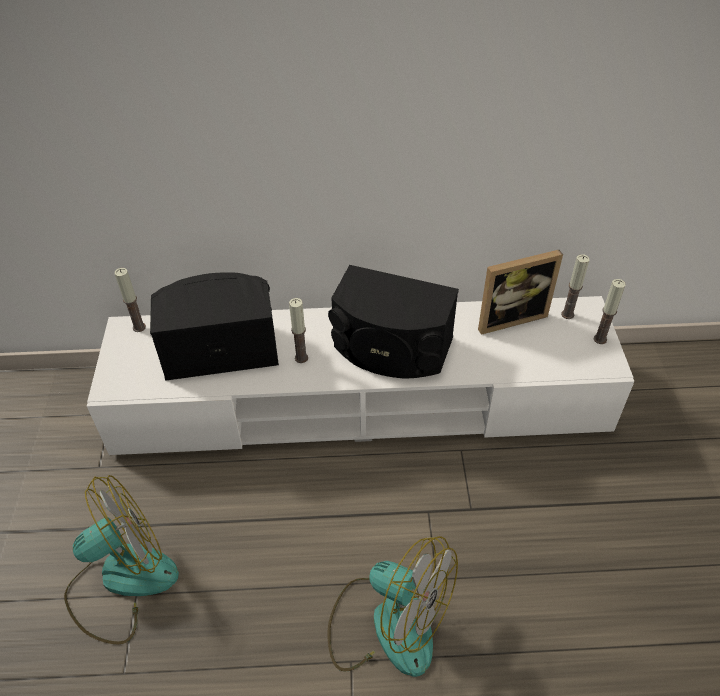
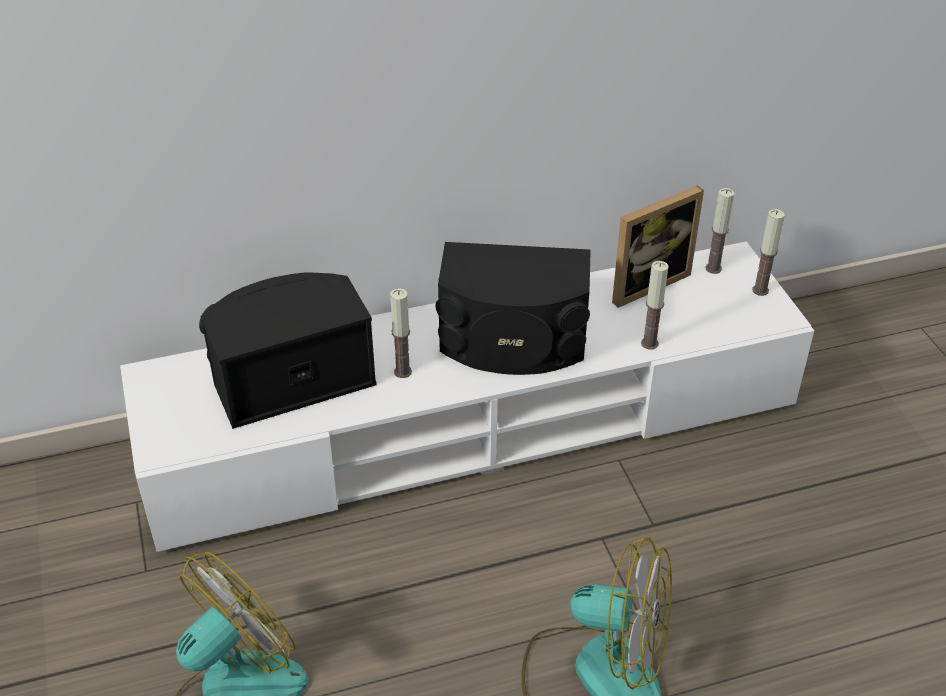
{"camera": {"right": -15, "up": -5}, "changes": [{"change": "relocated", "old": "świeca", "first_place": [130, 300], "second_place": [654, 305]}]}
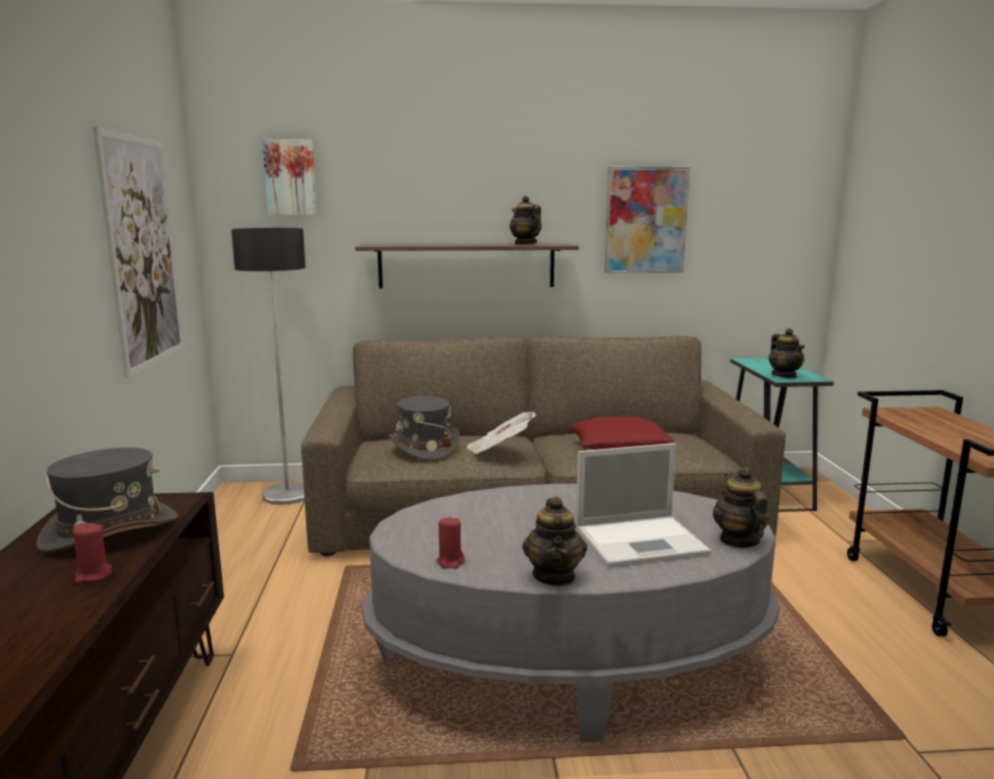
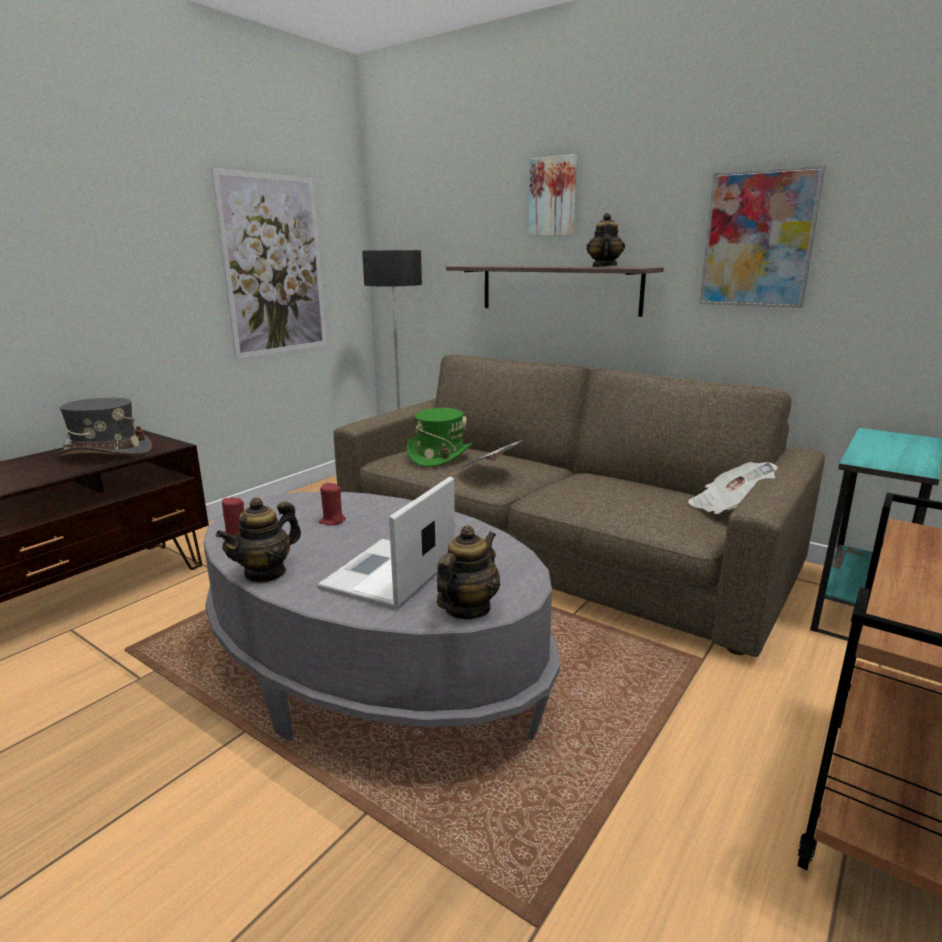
{"camera": {"right": 40, "up": 5}, "changes": [{"change": "spun", "old": "laptop", "first_place": [643, 505], "second_place": [386, 543], "degrees": 90}, {"change": "relocated", "old": "świeca [czerwony]", "first_place": [92, 553], "second_place": [332, 504]}, {"change": "colour", "old": "kapelusz [szary]", "new": "kapelusz [zielony]", "first_place": [424, 428], "second_place": [440, 437]}, {"change": "relocated", "old": "obraz", "first_place": [289, 177], "second_place": [553, 195]}, {"change": "appeared", "new": "gazeta", "second_place": [733, 488]}, {"change": "missing", "old": "poduszka [czerwony]", "first_place": [622, 433]}, {"change": "missing", "old": "imbryk", "first_place": [787, 353]}]}
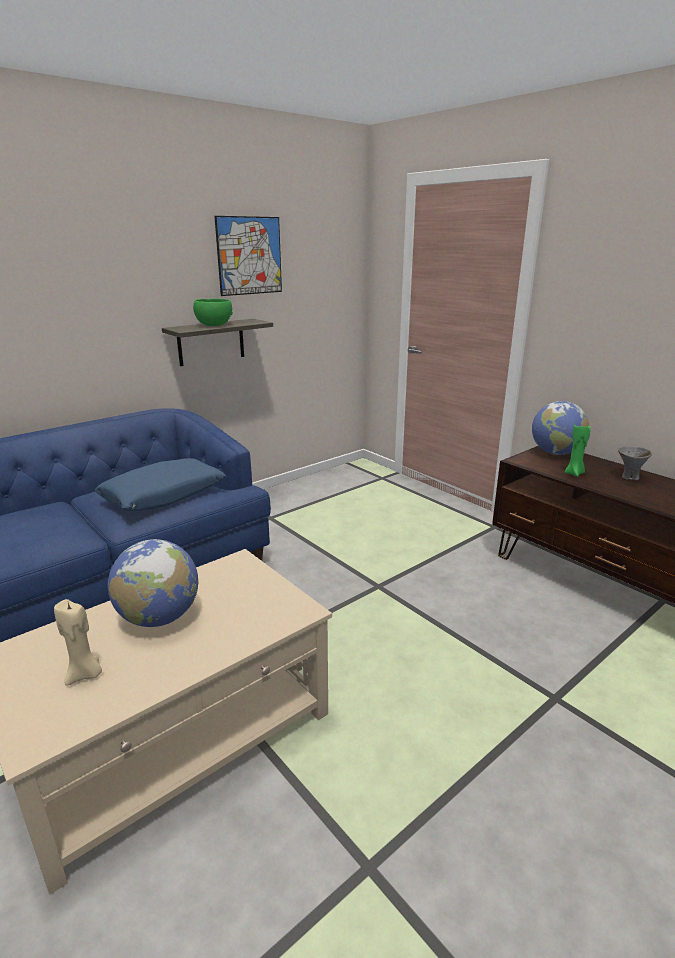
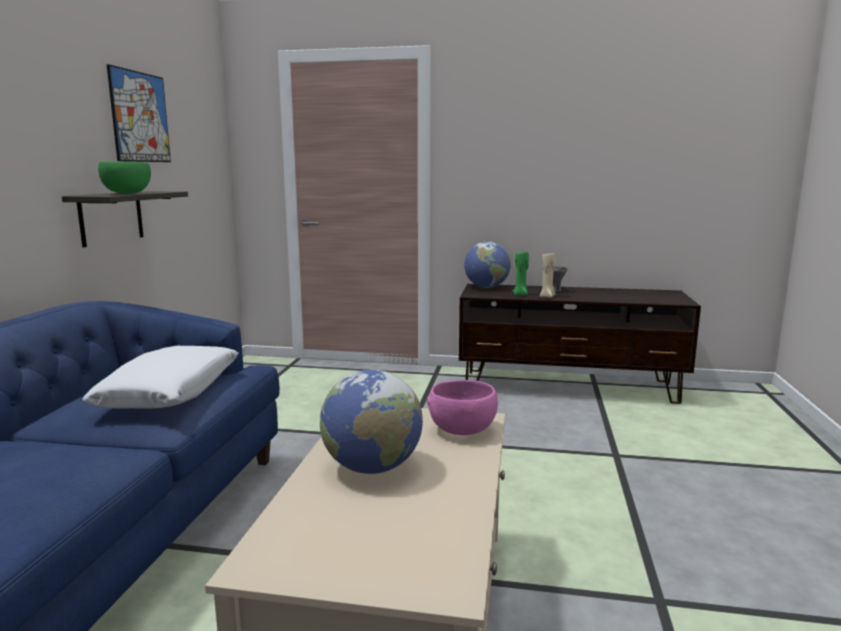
{"camera": {"right": -40, "up": -10}, "changes": [{"change": "colour", "old": "poduszka [niebieski]", "new": "poduszka [biały]", "first_place": [160, 484], "second_place": [161, 377]}, {"change": "appeared", "new": "miska [różowy]", "second_place": [462, 407]}, {"change": "relocated", "old": "świeca [beżowy]", "first_place": [78, 642], "second_place": [548, 275]}]}
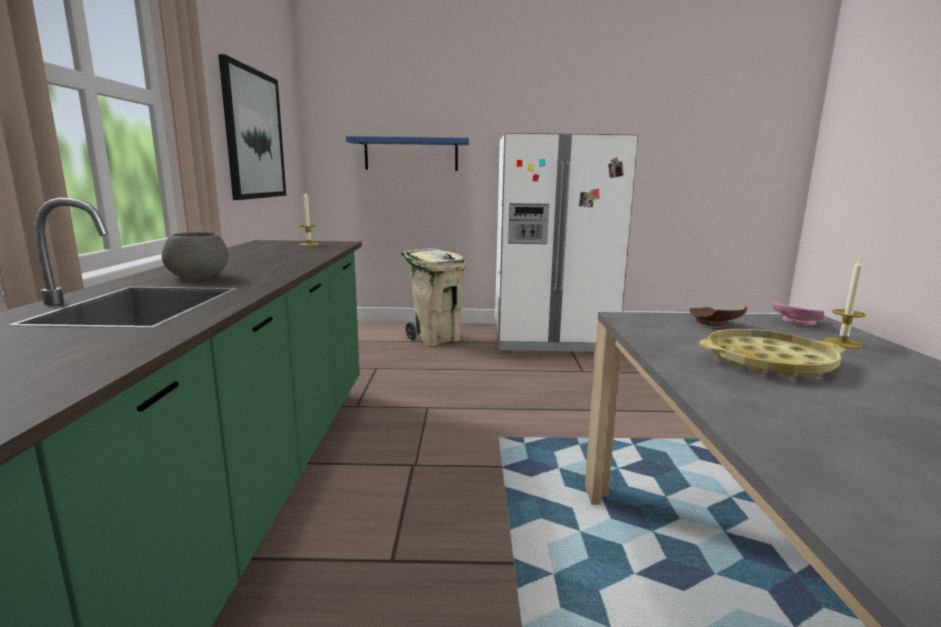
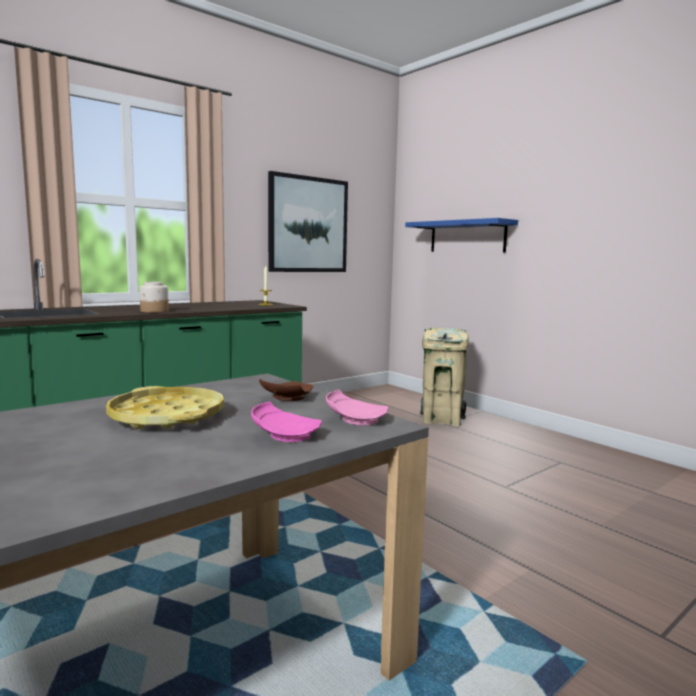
{"camera": {"right": 50, "up": -5}, "changes": [{"change": "appeared", "new": "słoik", "second_place": [154, 297]}, {"change": "exchanged", "old": "świeca", "new": "talerz [różowy]", "first_place": [845, 303], "second_place": [286, 422]}, {"change": "missing", "old": "miska [szary]", "first_place": [195, 255]}, {"change": "missing", "old": "lodówka [biały]", "first_place": [566, 242]}]}
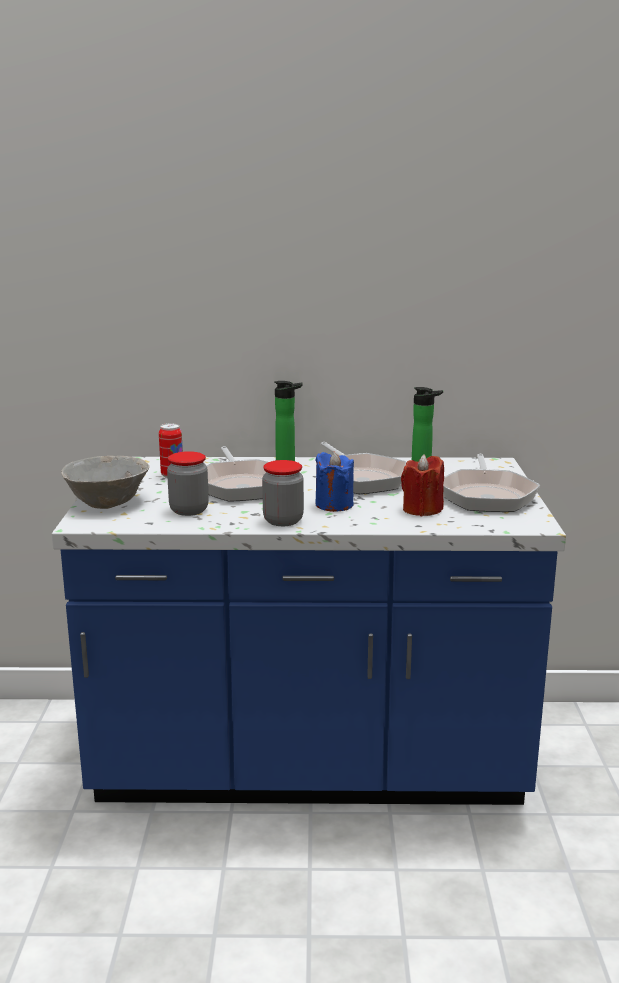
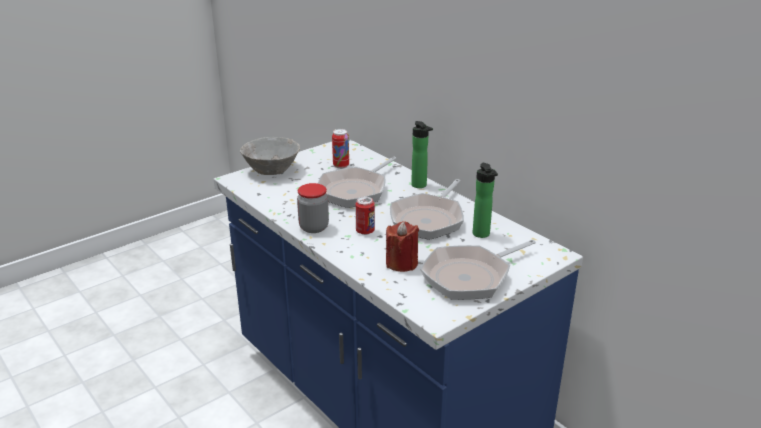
{"camera": {"right": 50, "up": 10}, "changes": [{"change": "exchanged", "old": "świeca [niebieski]", "new": "puszka", "first_place": [334, 481], "second_place": [365, 216]}, {"change": "missing", "old": "słoik", "first_place": [188, 483]}]}
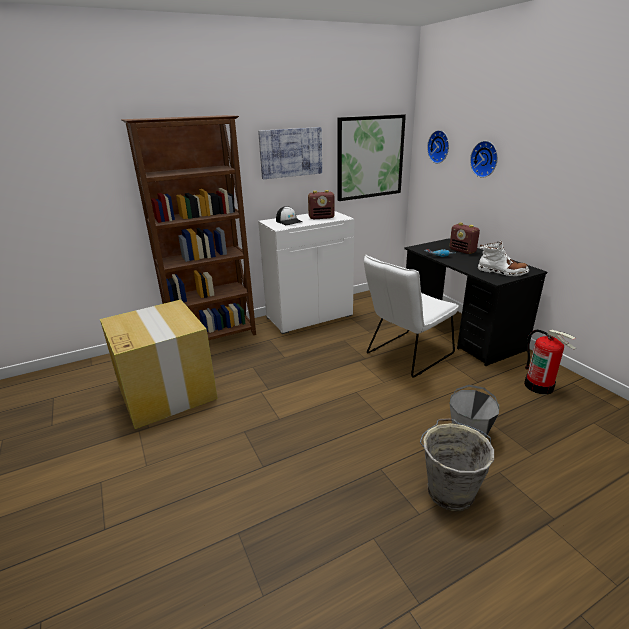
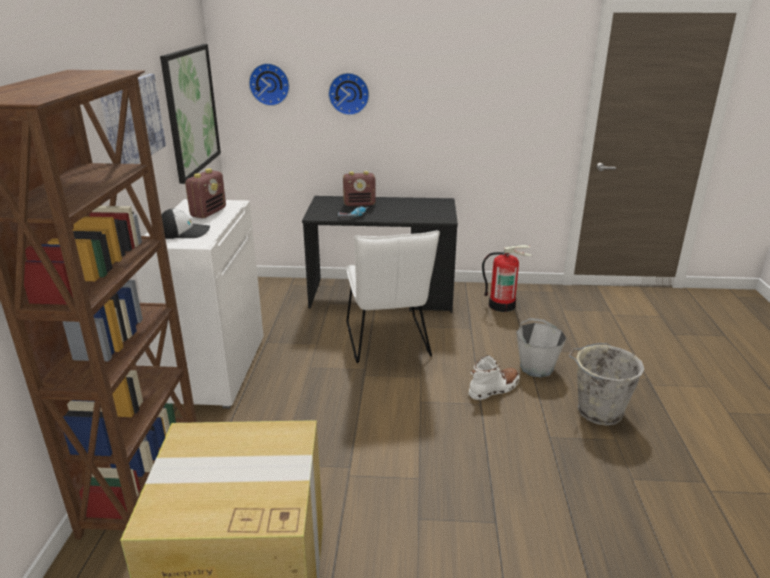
{"camera": {"right": -60, "up": 0}, "changes": [{"change": "relocated", "old": "but z cholewką [biały]", "first_place": [503, 258], "second_place": [494, 378]}]}
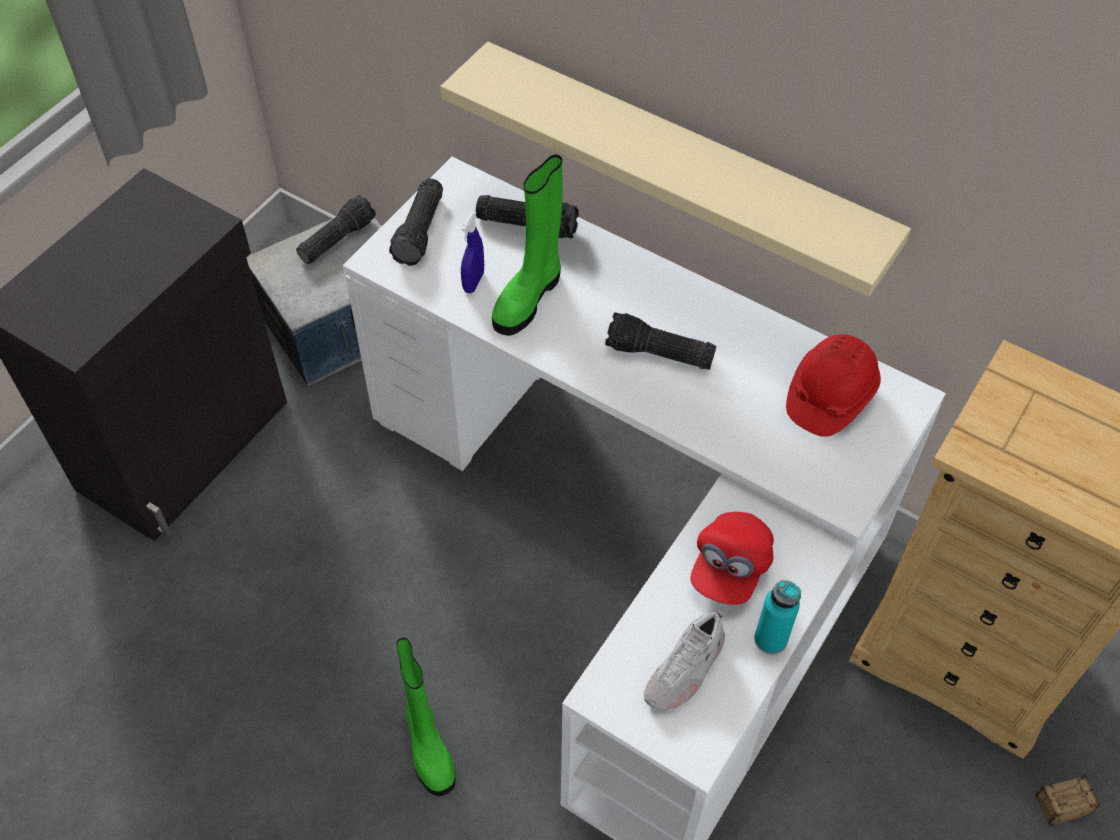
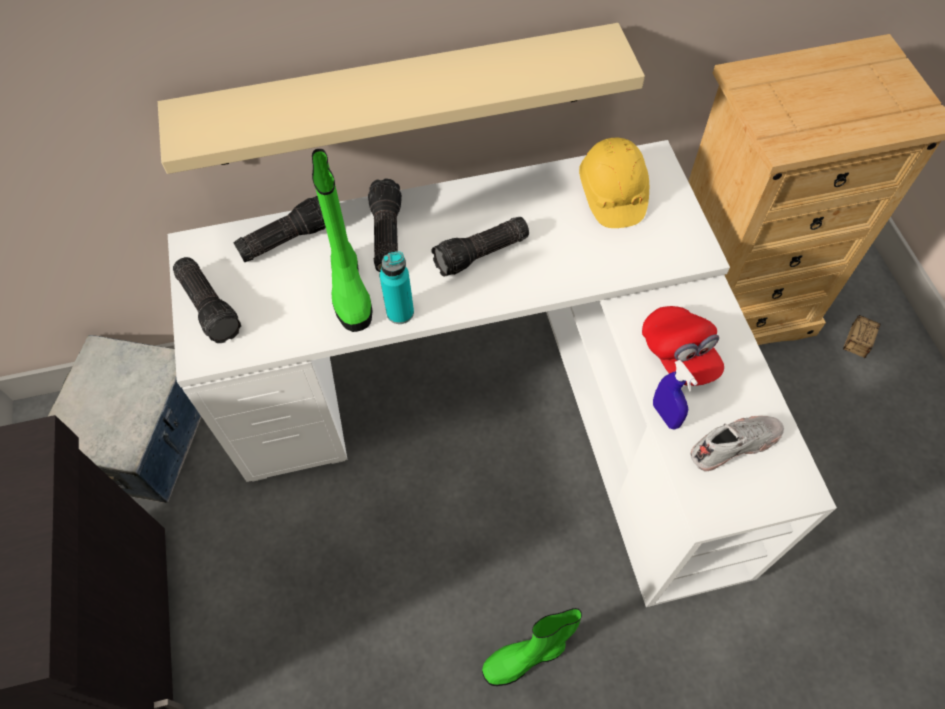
{"camera": {"right": -45, "up": 5}, "changes": [{"change": "relocated", "old": "latarka", "first_place": [336, 229], "second_place": [385, 225]}, {"change": "relocated", "old": "butelka [turkusowy]", "first_place": [778, 617], "second_place": [397, 287]}, {"change": "spun", "old": "but z cholewką [zielony]", "first_place": [426, 717], "second_place": [532, 647], "degrees": 135}, {"change": "colour", "old": "kask [czerwony]", "new": "kask [żółty]", "first_place": [833, 385], "second_place": [614, 183]}, {"change": "relocated", "old": "spryskiwacz [niebieski]", "first_place": [472, 252], "second_place": [675, 395]}, {"change": "spun", "old": "but [biały]", "first_place": [684, 660], "second_place": [737, 444], "degrees": -105}]}
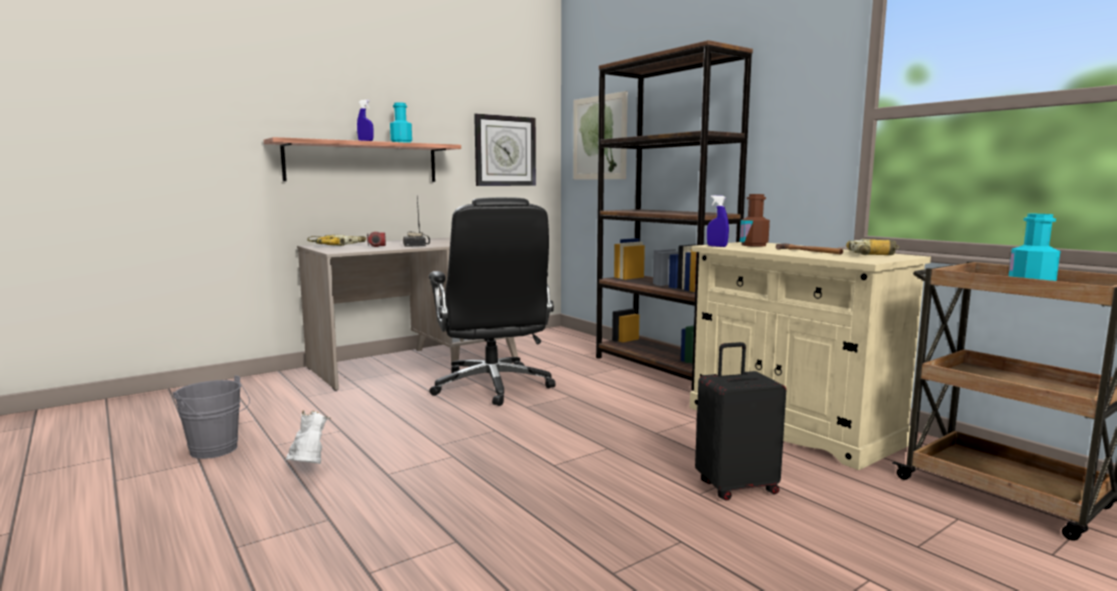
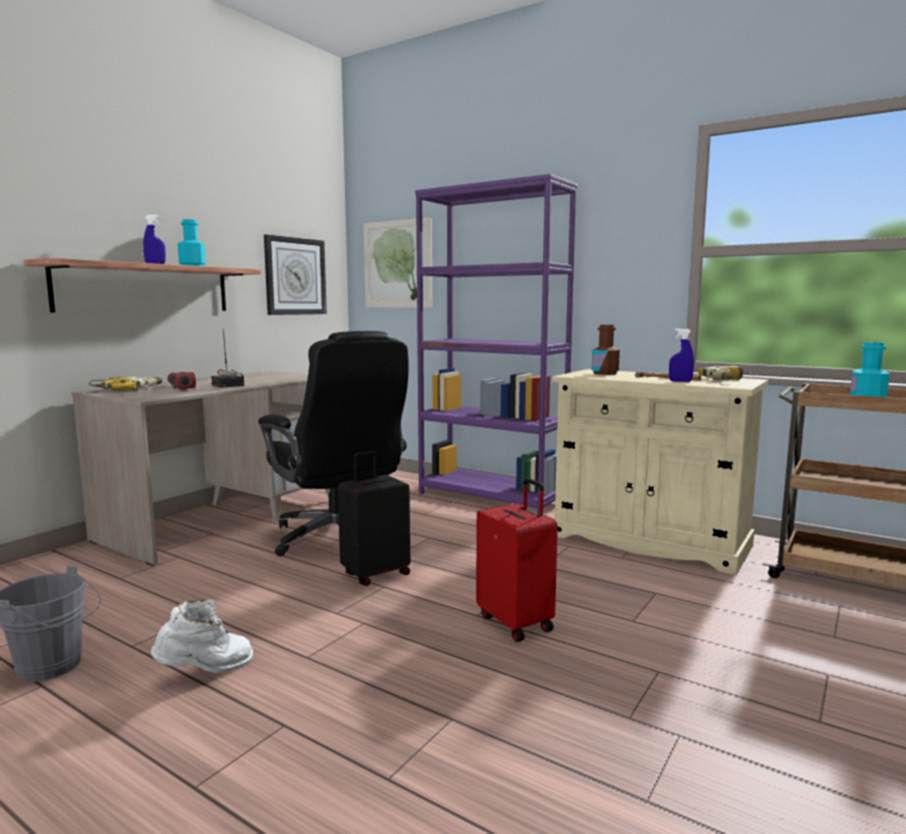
{"camera": {"right": -20, "up": 0}, "changes": [{"change": "spun", "old": "but z cholewką [biały]", "first_place": [308, 437], "second_place": [202, 636], "degrees": 105}, {"change": "relocated", "old": "walizka [czarny]", "first_place": [740, 421], "second_place": [374, 518]}, {"change": "colour", "old": "regał [brązowy]", "new": "regał [fioletowy]", "first_place": [674, 215], "second_place": [496, 345]}, {"change": "appeared", "new": "walizka [czerwony]", "second_place": [517, 560]}, {"change": "relocated", "old": "spryskiwacz [niebieski]", "first_place": [718, 221], "second_place": [681, 355]}]}
